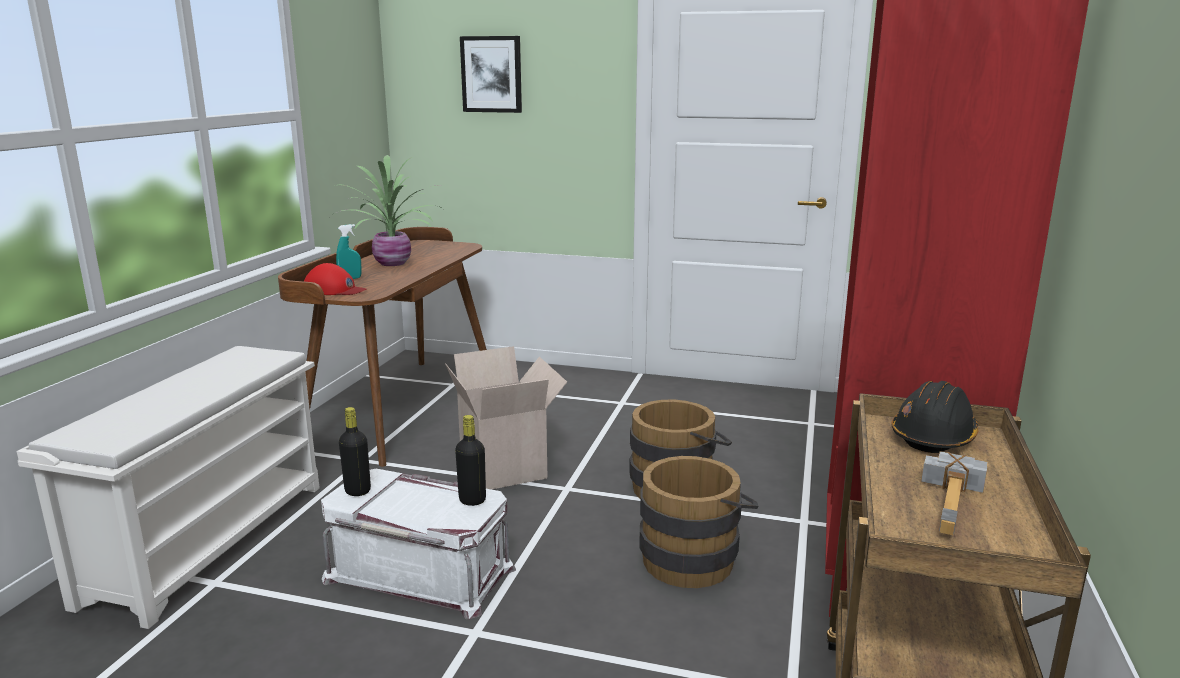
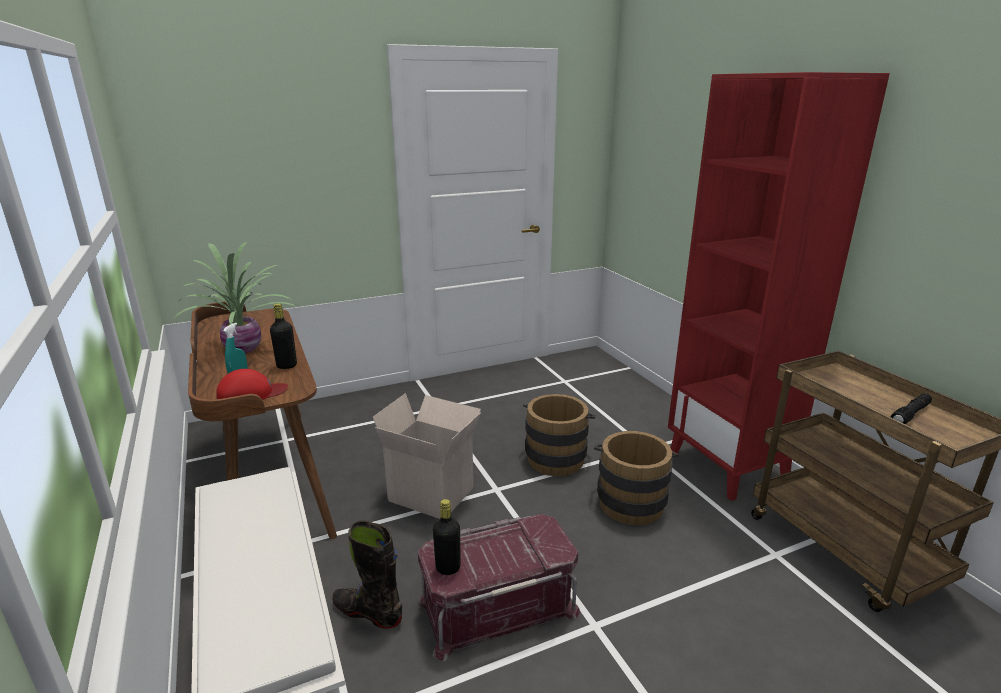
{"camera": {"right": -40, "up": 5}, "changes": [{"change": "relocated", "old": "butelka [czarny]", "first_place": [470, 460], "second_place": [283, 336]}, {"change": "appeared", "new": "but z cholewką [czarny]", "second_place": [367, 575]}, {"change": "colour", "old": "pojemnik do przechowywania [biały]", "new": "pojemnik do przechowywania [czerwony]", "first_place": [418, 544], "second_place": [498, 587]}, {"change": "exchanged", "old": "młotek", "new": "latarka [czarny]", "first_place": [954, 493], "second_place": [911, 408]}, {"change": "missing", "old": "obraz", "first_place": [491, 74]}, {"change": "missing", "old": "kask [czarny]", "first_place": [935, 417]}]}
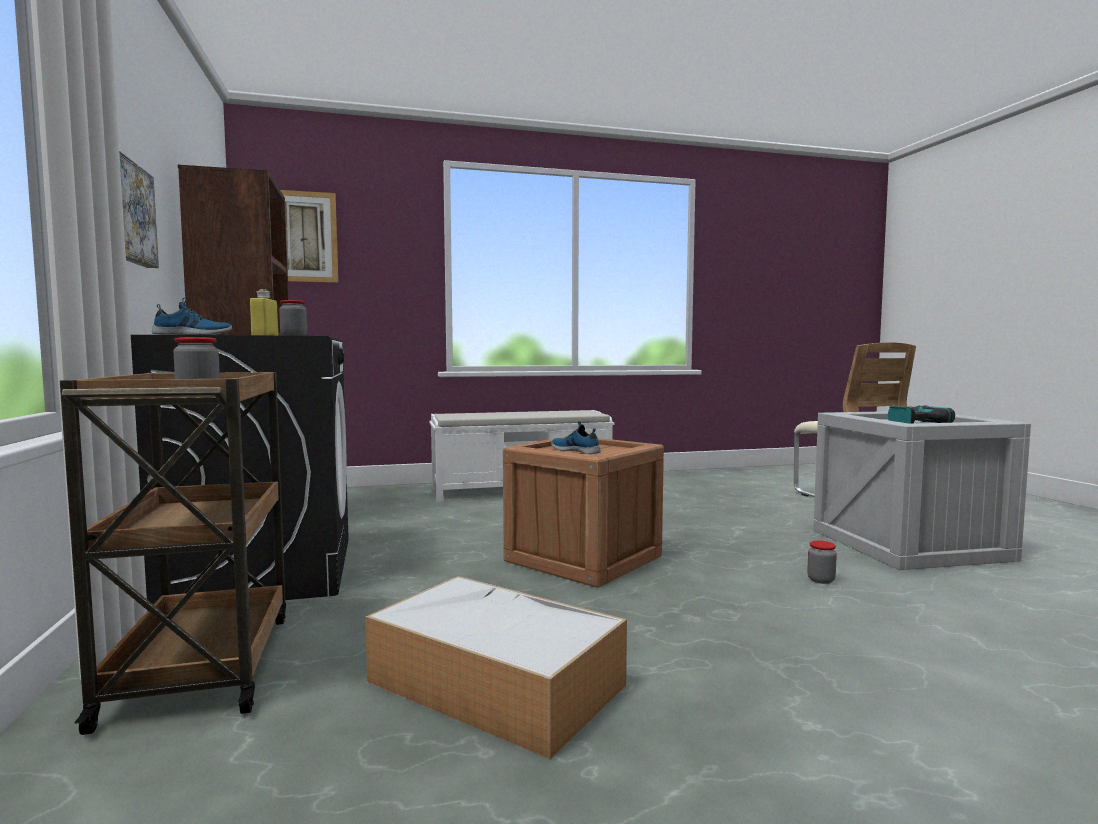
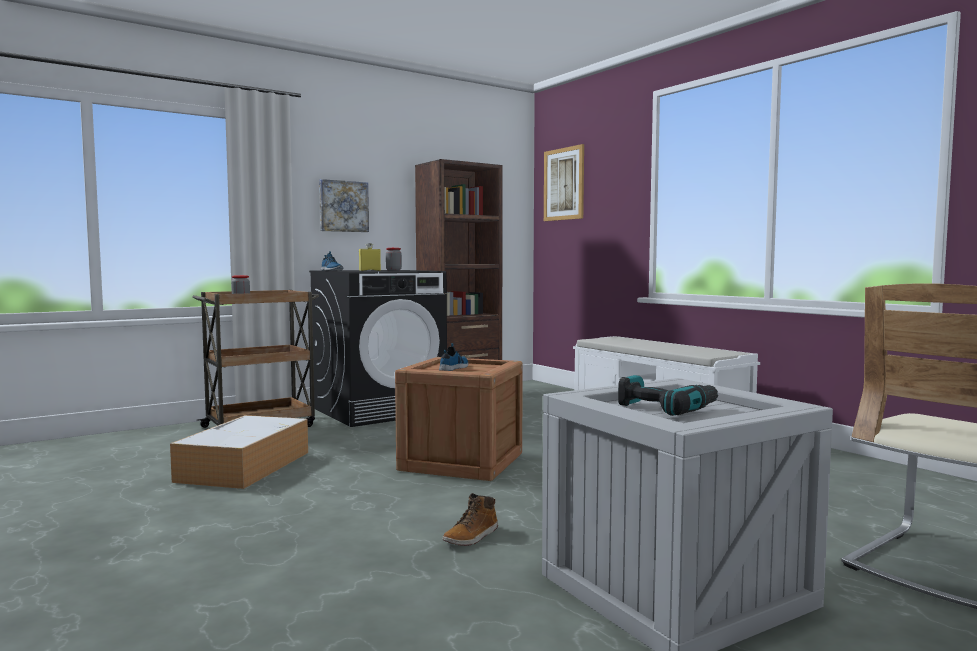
{"camera": {"right": 70, "up": 0}, "changes": [{"change": "exchanged", "old": "słoik", "new": "but z cholewką", "first_place": [822, 562], "second_place": [470, 519]}]}
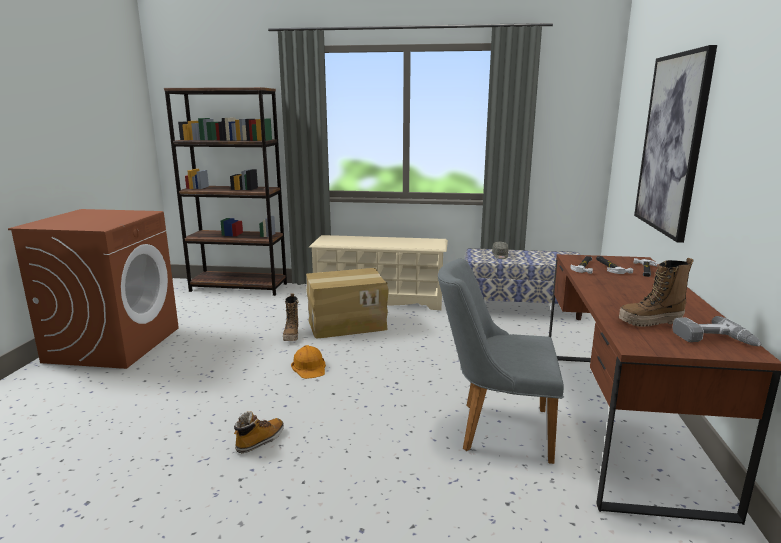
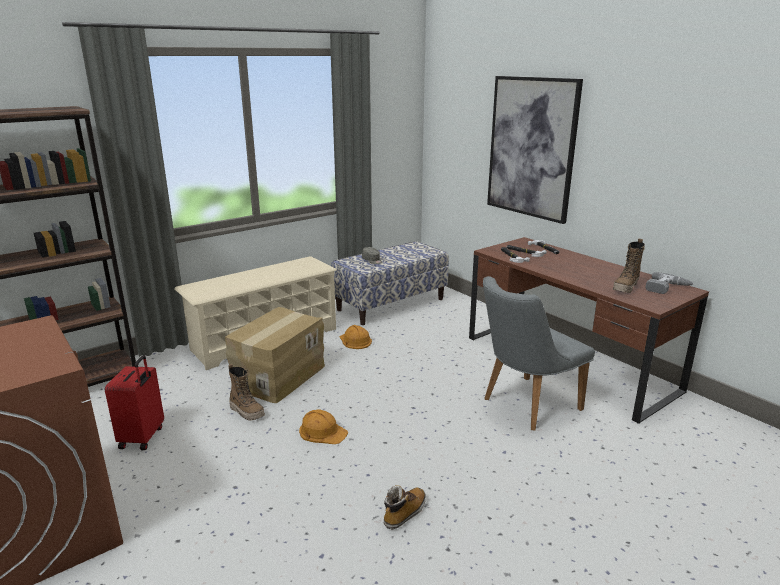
{"camera": {"right": -45, "up": 5}, "changes": [{"change": "appeared", "new": "walizka [czerwony]", "second_place": [134, 402]}, {"change": "appeared", "new": "kask [pomarańczowy]", "second_place": [356, 337]}, {"change": "spun", "old": "but z cholewką", "first_place": [259, 432], "second_place": [405, 507], "degrees": 45}]}
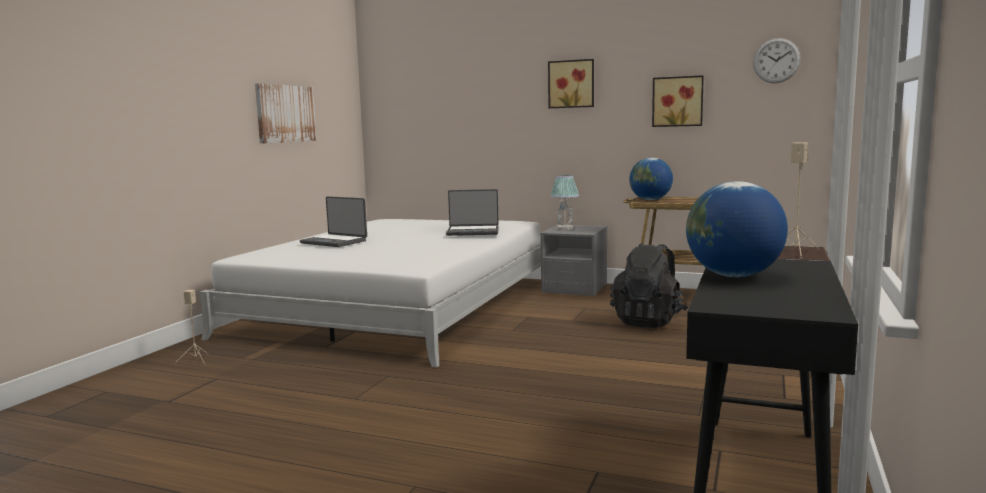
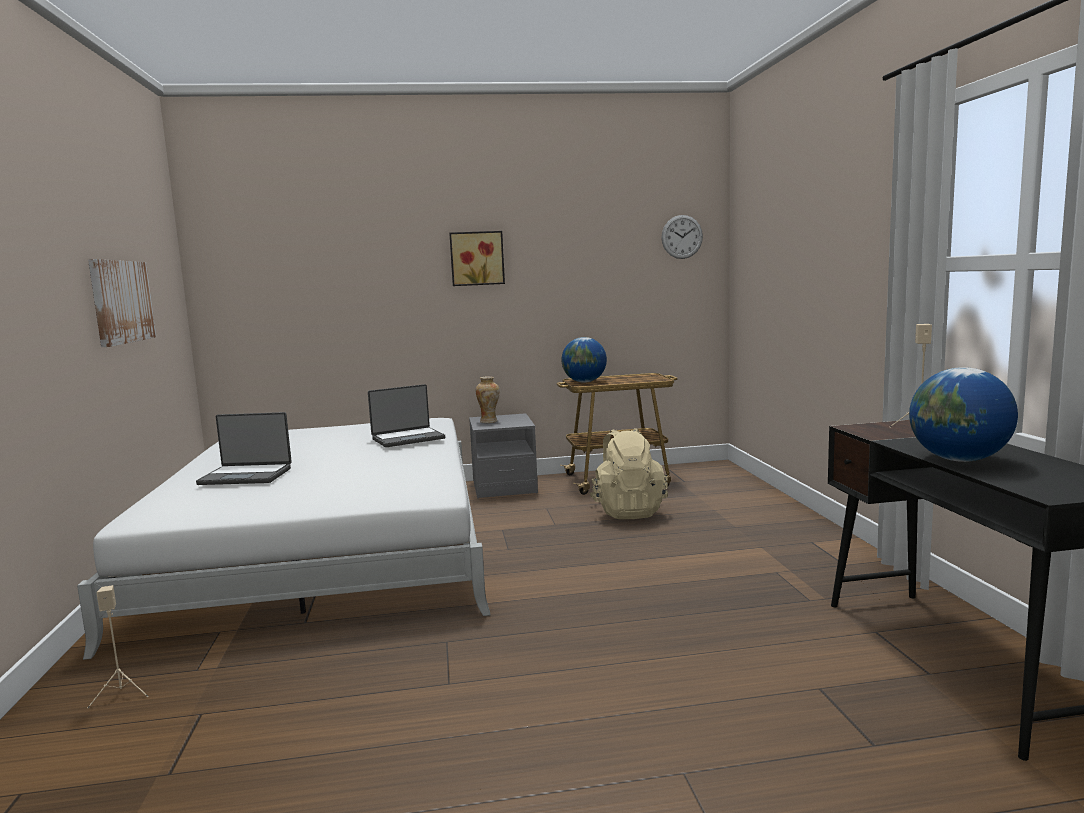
{"camera": {"right": -30, "up": 0}, "changes": [{"change": "exchanged", "old": "lampa stołowa", "new": "wazon", "first_place": [564, 202], "second_place": [488, 399]}, {"change": "colour", "old": "plecak [czarny]", "new": "plecak [beżowy]", "first_place": [649, 285], "second_place": [628, 473]}, {"change": "missing", "old": "obraz", "first_place": [678, 101]}]}
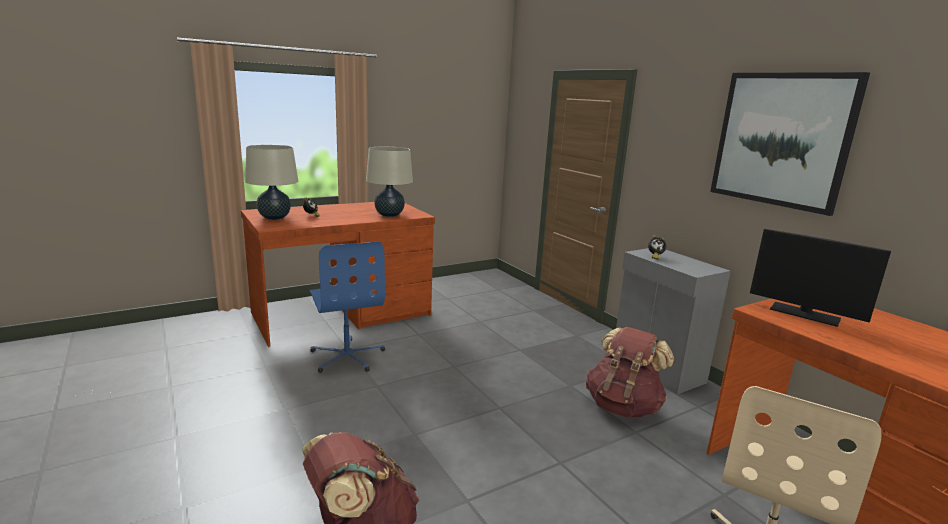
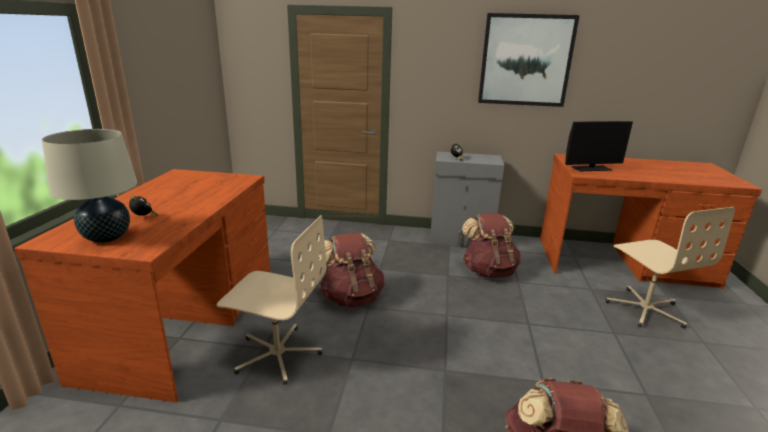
{"camera": {"right": -50, "up": 5}, "changes": [{"change": "colour", "old": "krzesło biurowe [niebieski]", "new": "krzesło biurowe [beżowy]", "first_place": [347, 307], "second_place": [271, 300]}, {"change": "appeared", "new": "plecak [brązowy]", "second_place": [351, 270]}, {"change": "missing", "old": "lampa stołowa [beżowy]", "first_place": [389, 182]}]}
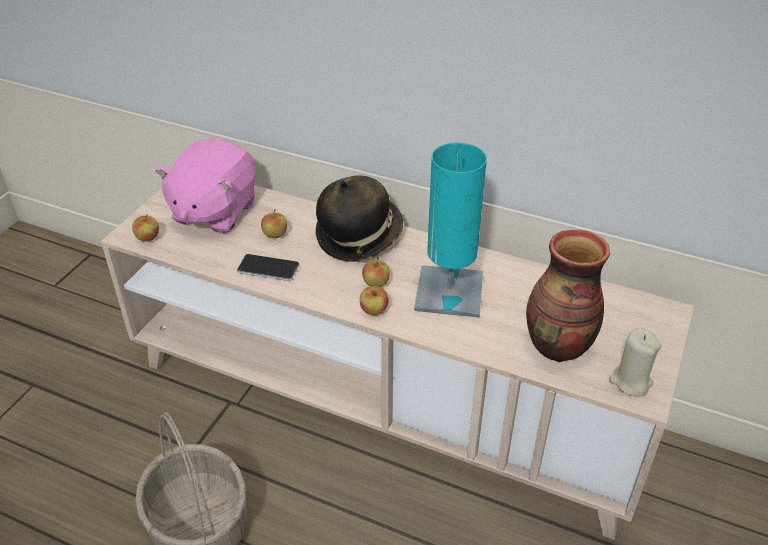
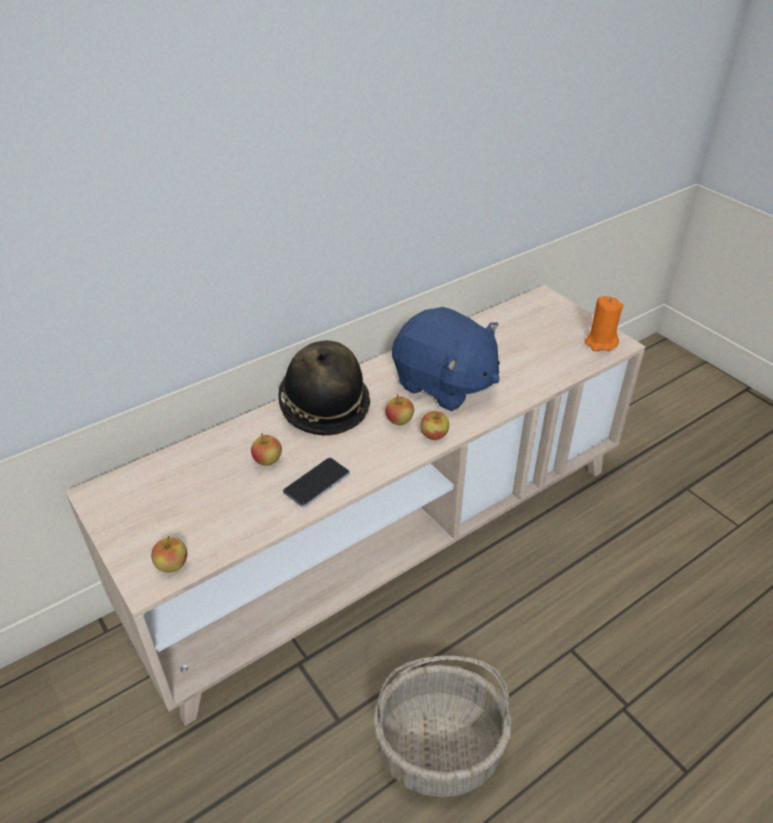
{"camera": {"right": -60, "up": 0}, "changes": [{"change": "exchanged", "old": "lampa stołowa [turkusowy]", "new": "pluszak [niebieski]", "first_place": [450, 230], "second_place": [446, 359]}, {"change": "colour", "old": "świeca [beżowy]", "new": "świeca [pomarańczowy]", "first_place": [635, 362], "second_place": [604, 324]}, {"change": "missing", "old": "pluszak [różowy]", "first_place": [205, 186]}, {"change": "missing", "old": "wazon", "first_place": [568, 296]}]}
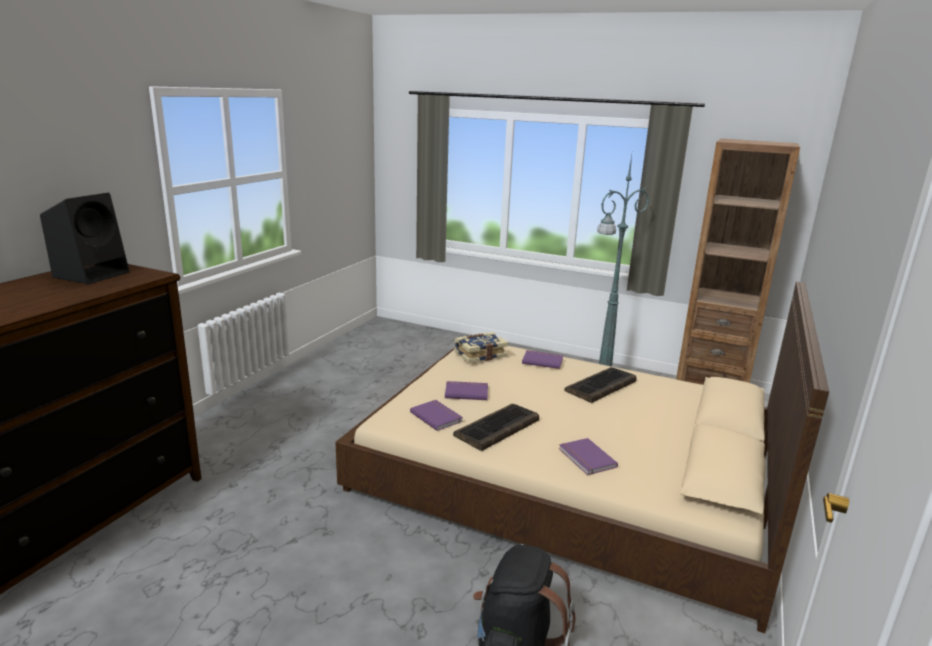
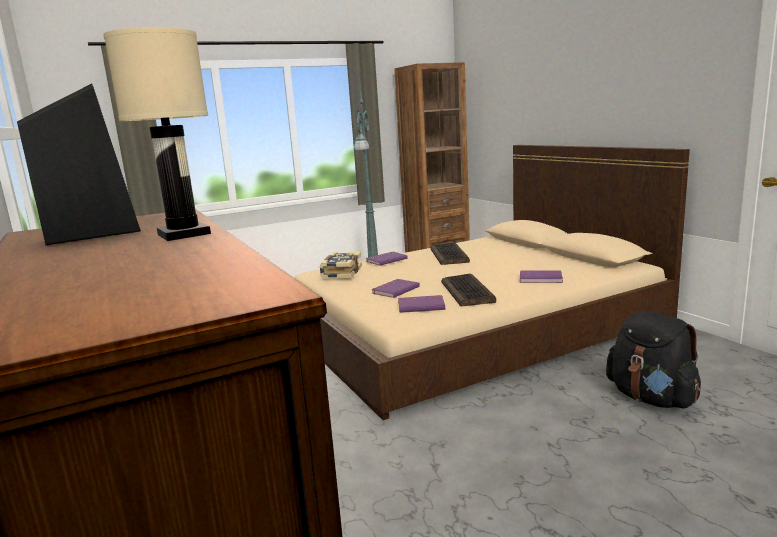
{"camera": {"right": -50, "up": -5}, "changes": [{"change": "appeared", "new": "lampa stołowa [beżowy]", "second_place": [157, 134]}]}
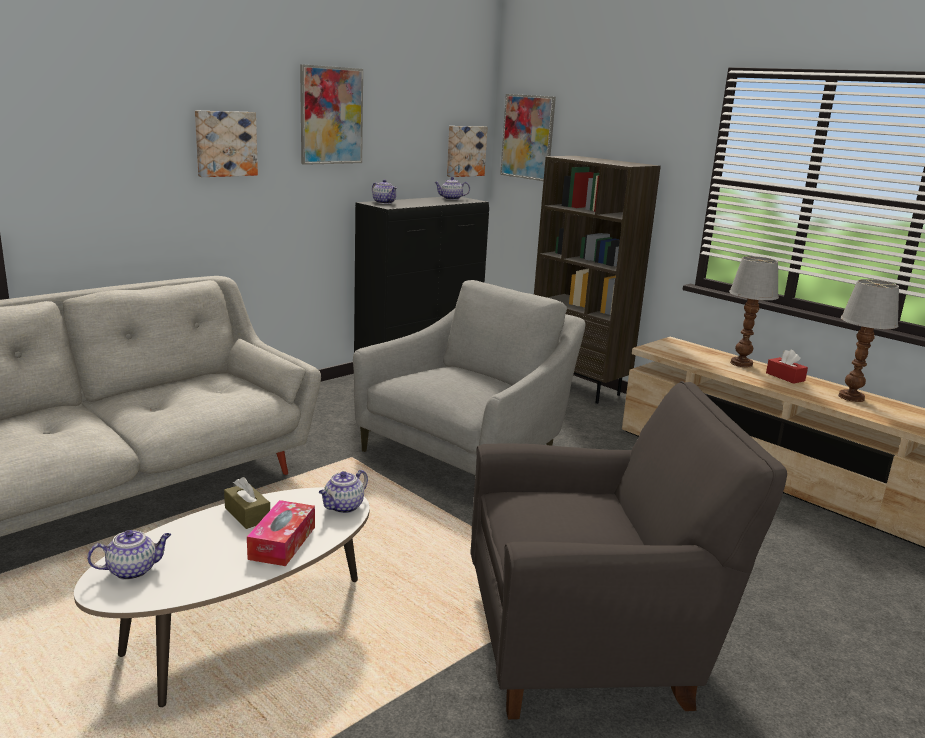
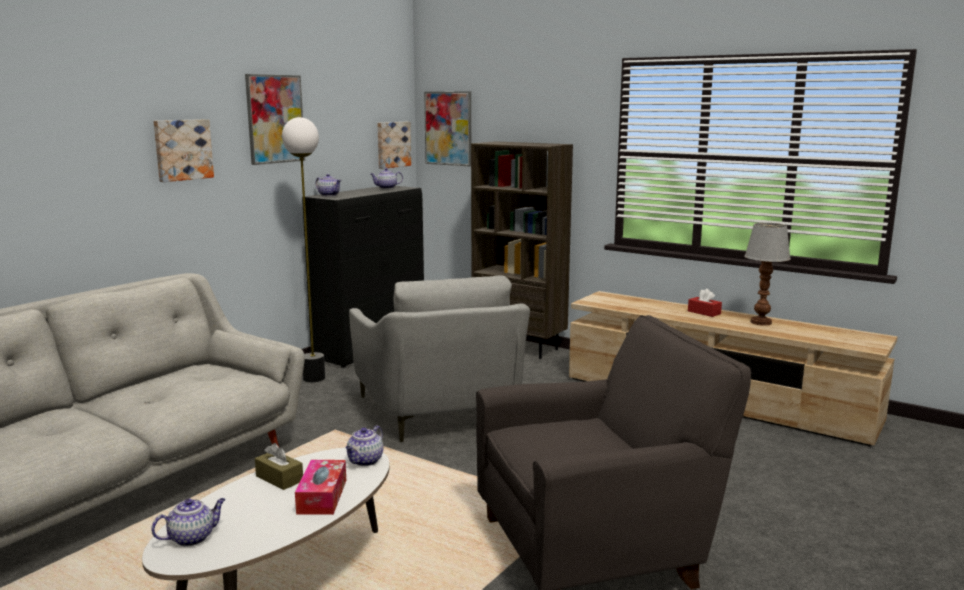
{"camera": {"right": -10, "up": -5}, "changes": [{"change": "appeared", "new": "lampa stojąca", "second_place": [303, 249]}, {"change": "spun", "old": "fotel [szary]", "first_place": [469, 377], "second_place": [439, 359], "degrees": 135}, {"change": "missing", "old": "lampa stołowa", "first_place": [754, 311]}]}
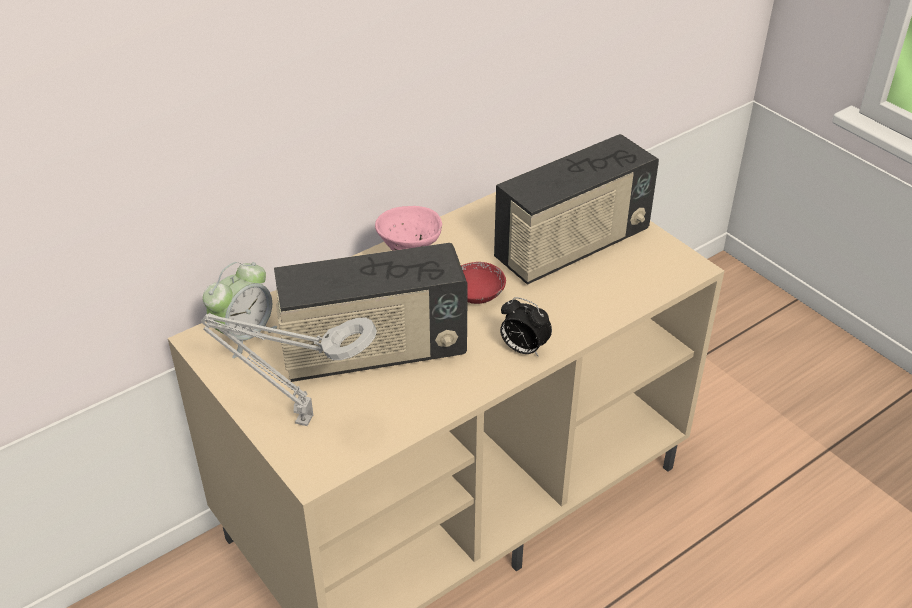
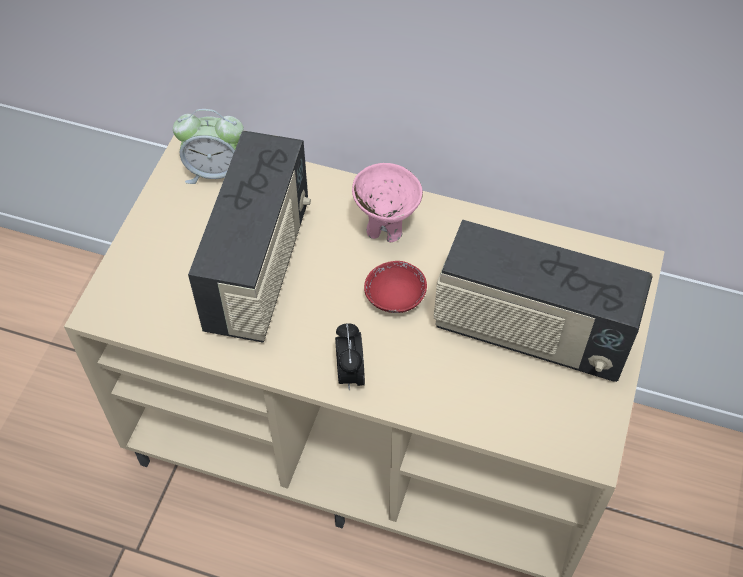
{"camera": {"right": 55, "up": 15}, "changes": [{"change": "spun", "old": "radio", "first_place": [371, 312], "second_place": [249, 237], "degrees": -120}, {"change": "missing", "old": "lampa stołowa [szary]", "first_place": [289, 369]}]}
